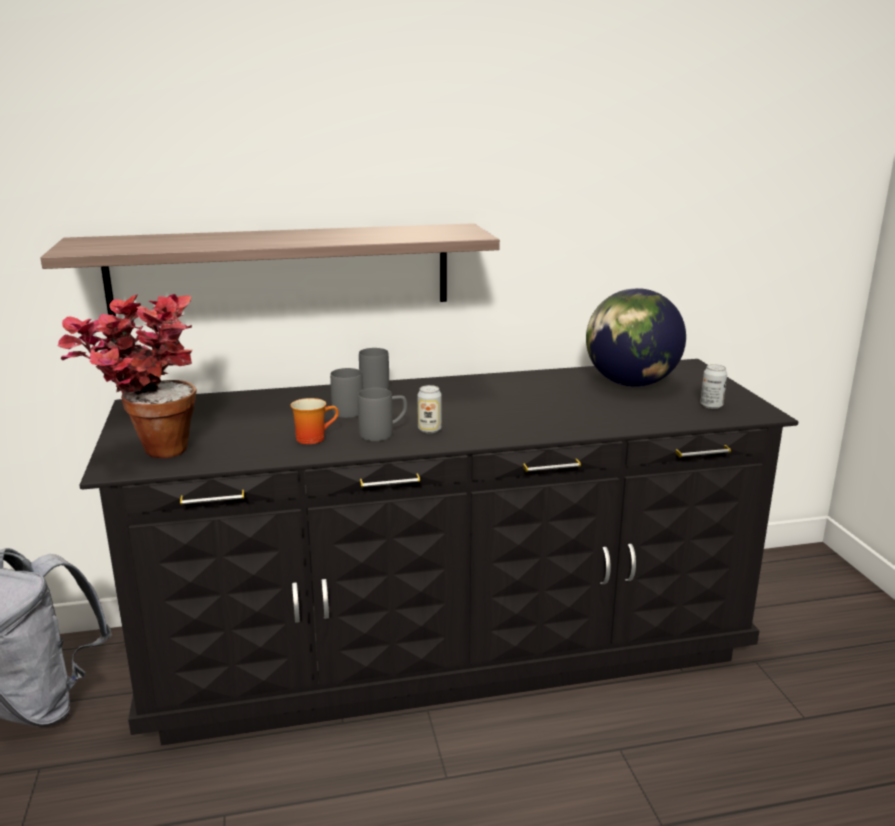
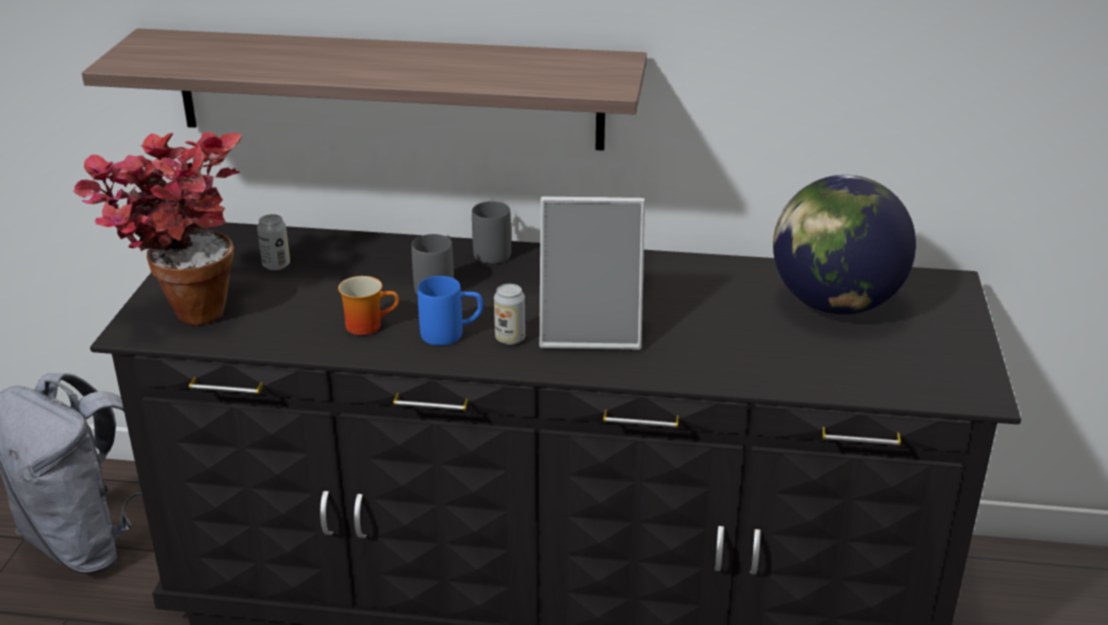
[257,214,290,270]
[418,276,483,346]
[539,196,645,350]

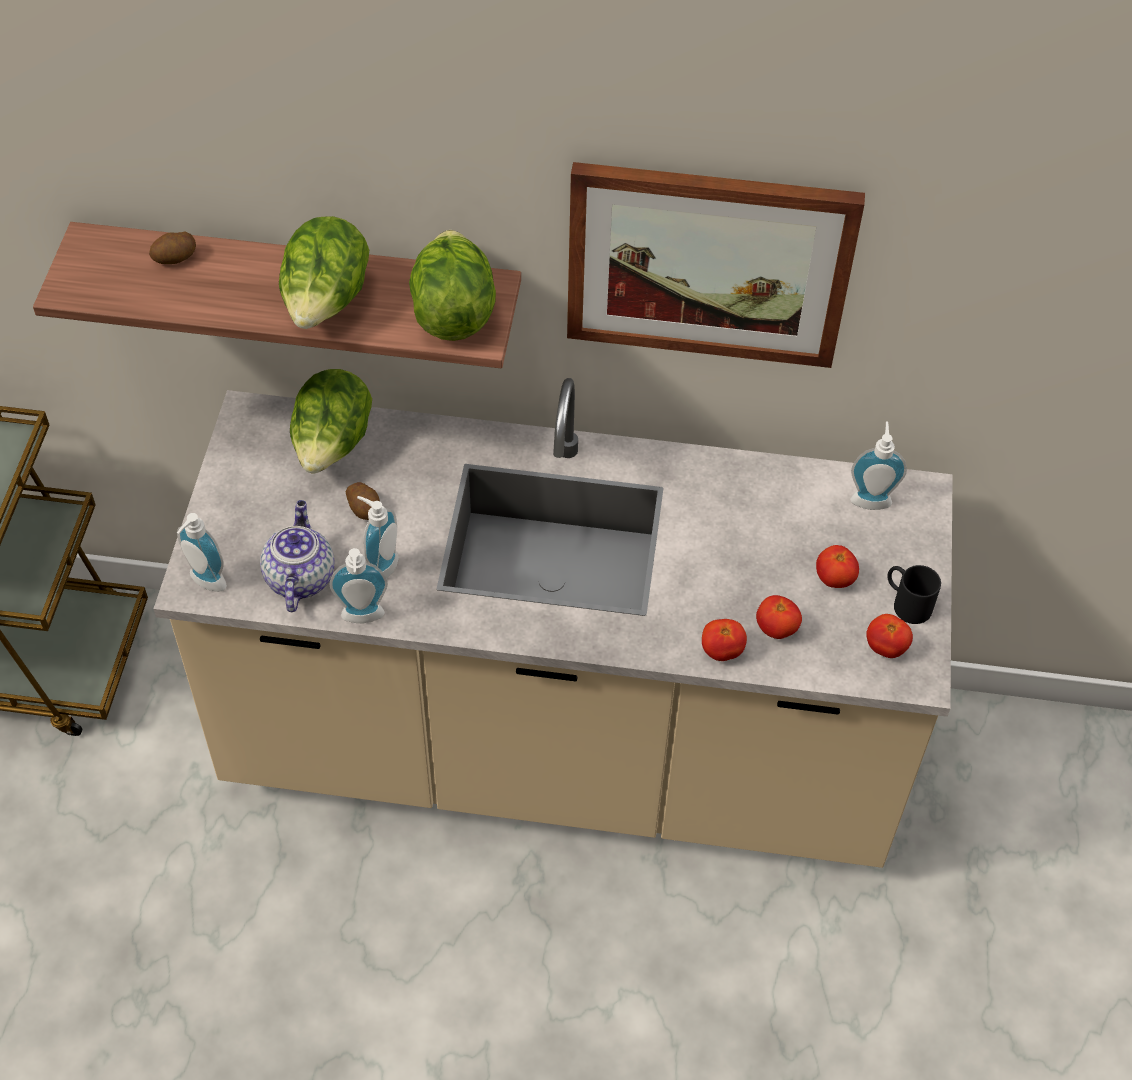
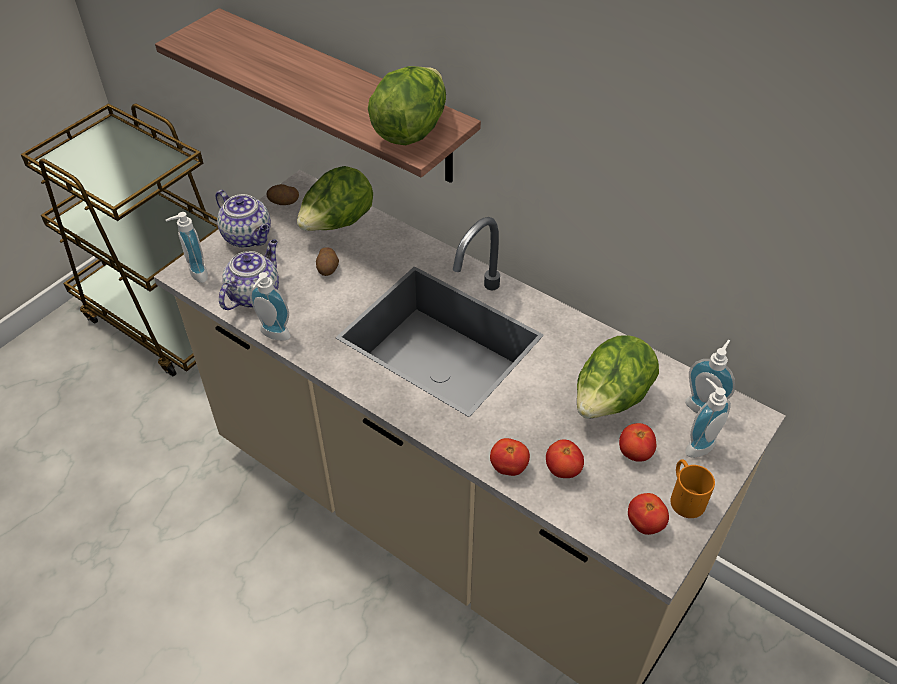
[216,190,271,248]
[267,184,299,205]
[577,335,659,419]
[670,459,715,518]
[685,378,731,458]
[567,162,865,368] (first image)

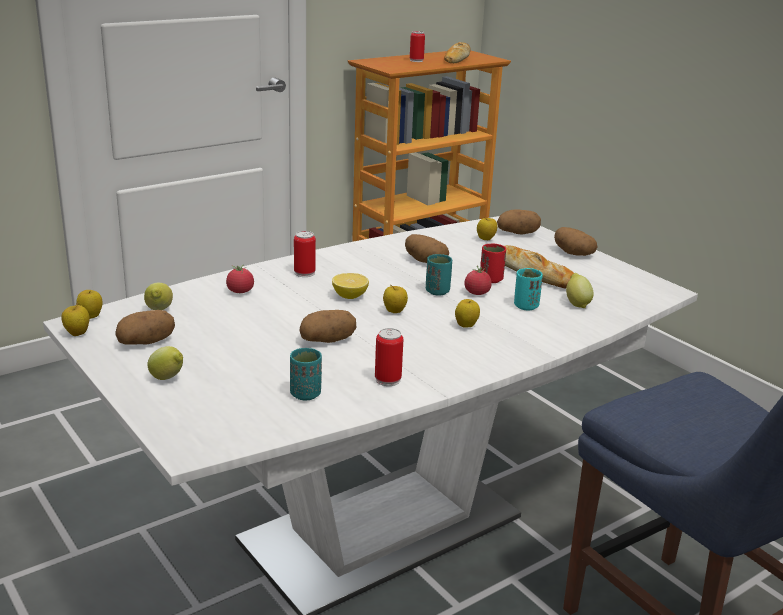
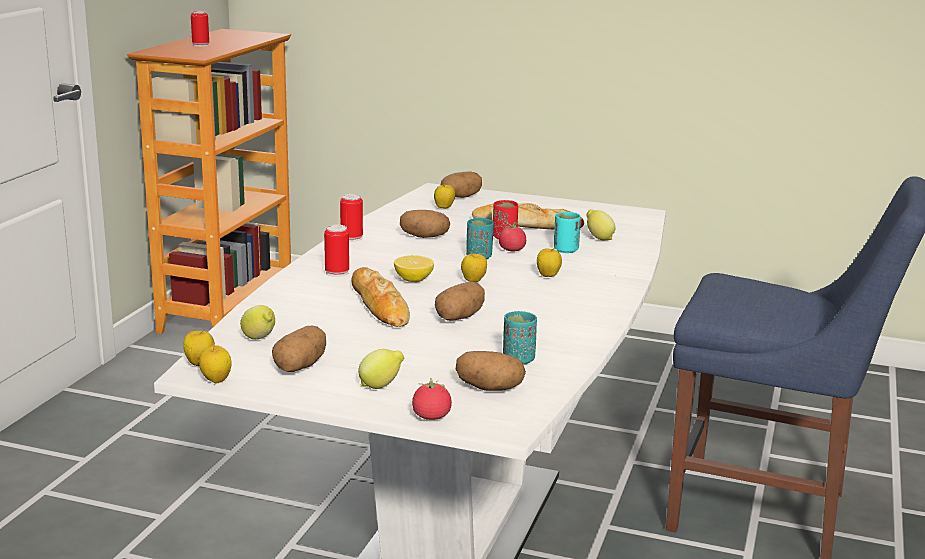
[340,194,363,242]
[351,267,410,327]
[412,378,452,420]
[455,351,526,391]

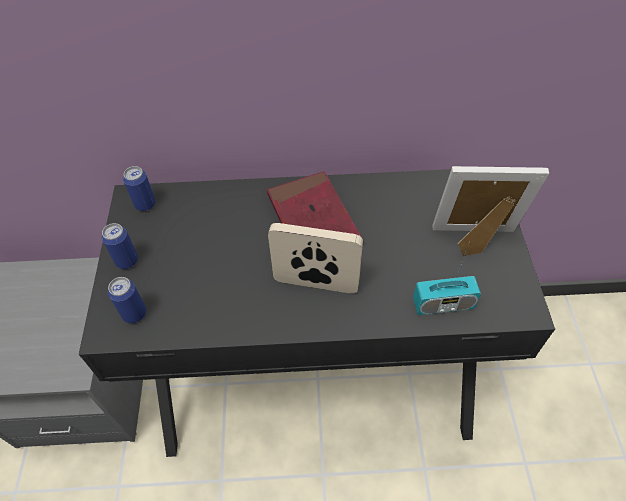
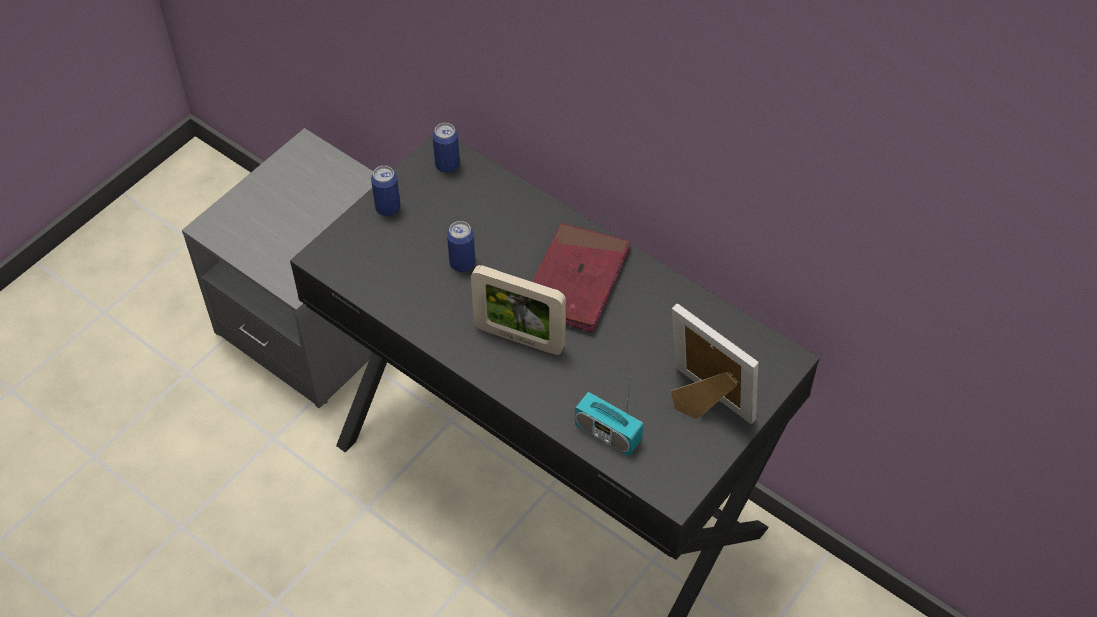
[447,221,475,272]
[471,265,566,355]

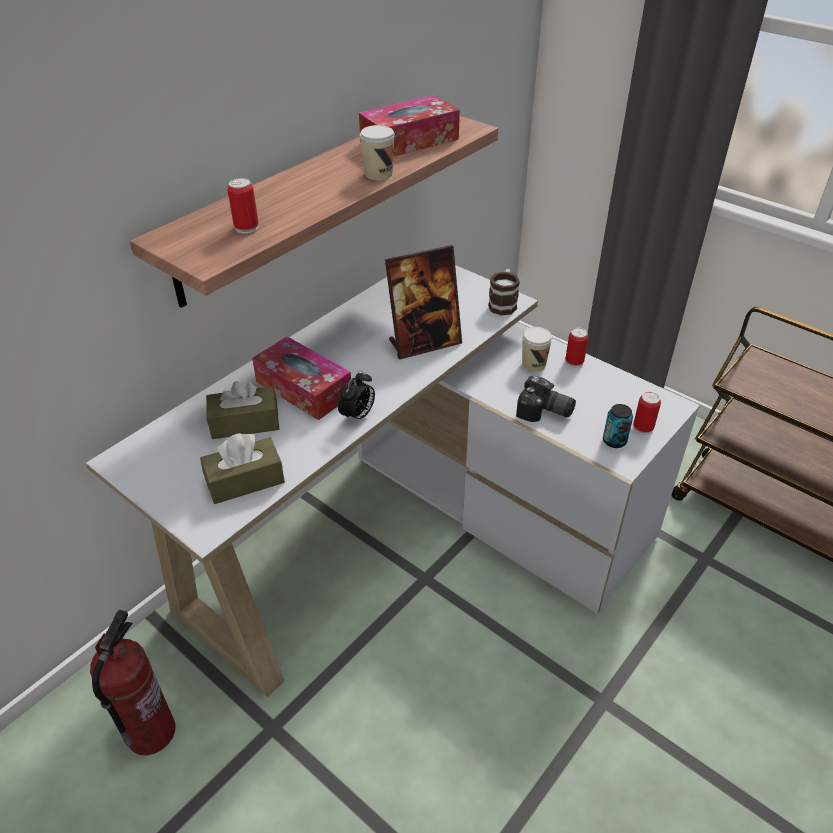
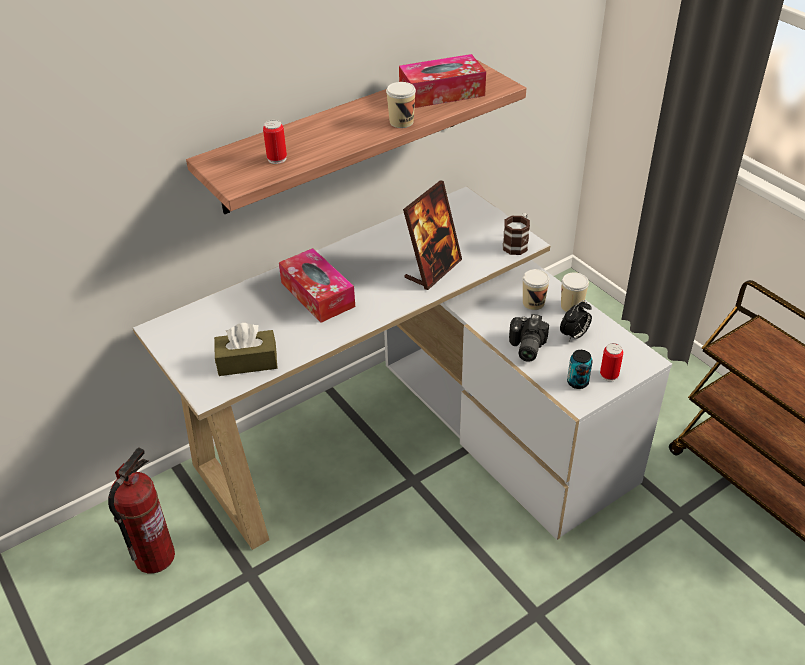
[403,181,462,290]
[509,314,549,362]
[560,300,592,341]
[561,272,589,312]
[206,381,279,439] (first image)

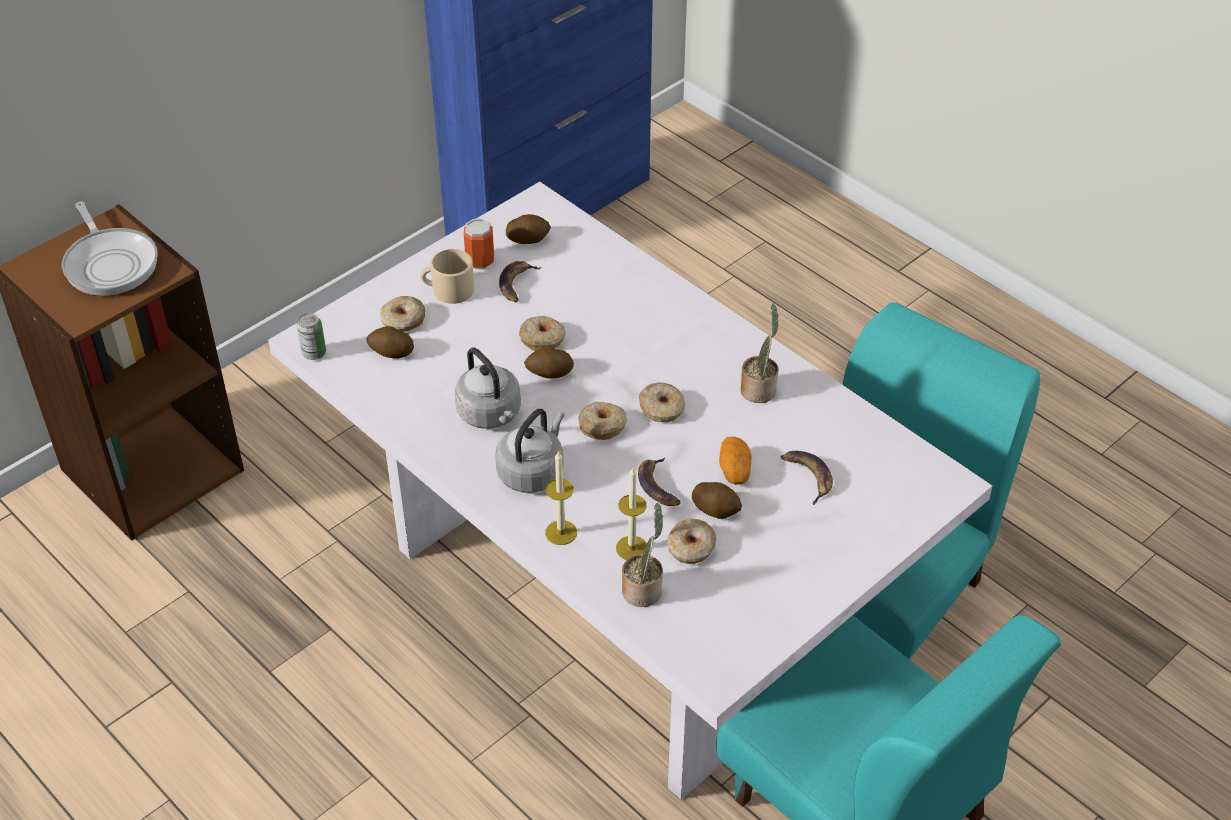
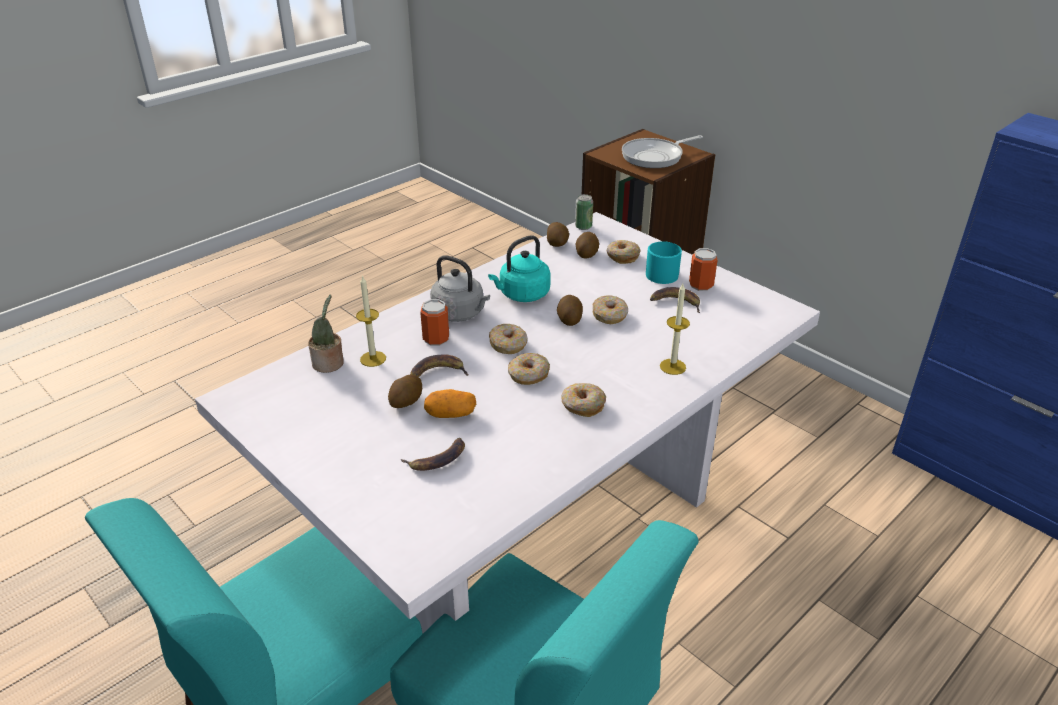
[420,299,449,346]
[488,235,551,302]
[547,222,569,247]
[562,383,606,417]
[646,241,682,284]
[660,284,690,375]
[741,303,779,403] (first image)

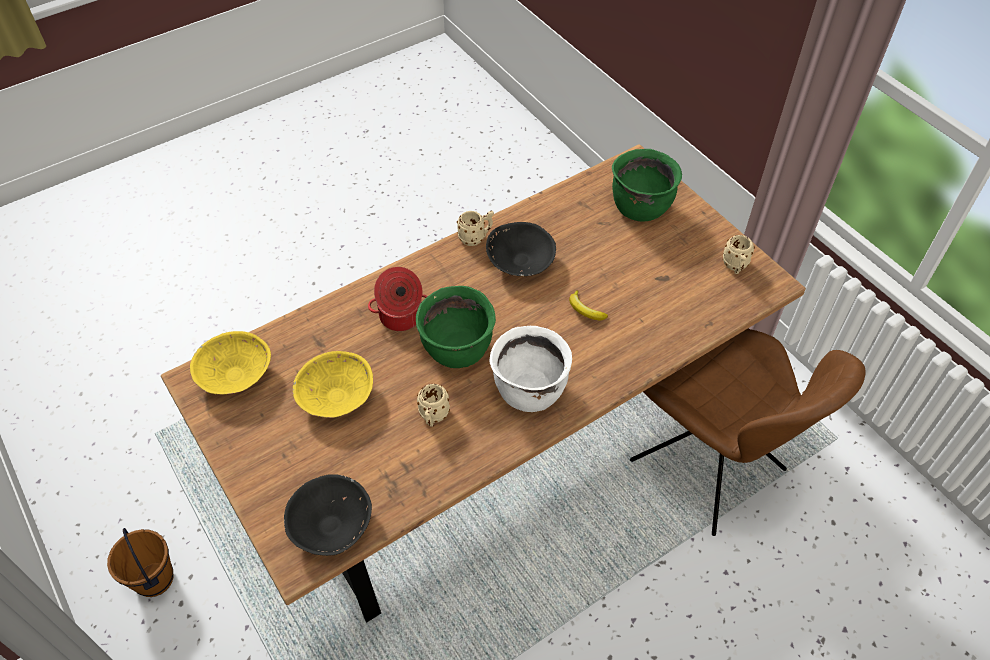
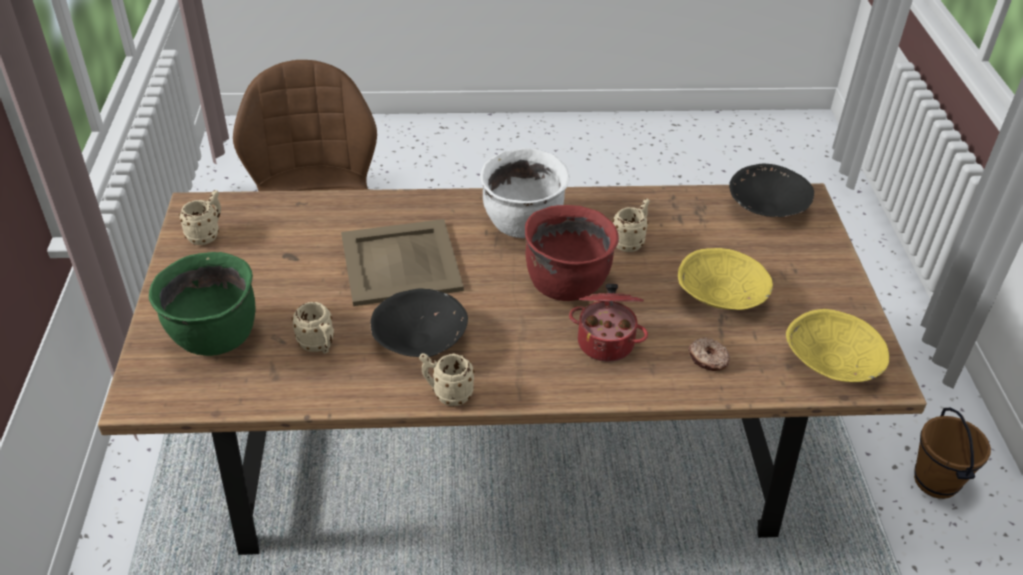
[292,302,334,354]
[341,219,464,306]
[525,205,619,301]
[688,337,730,371]

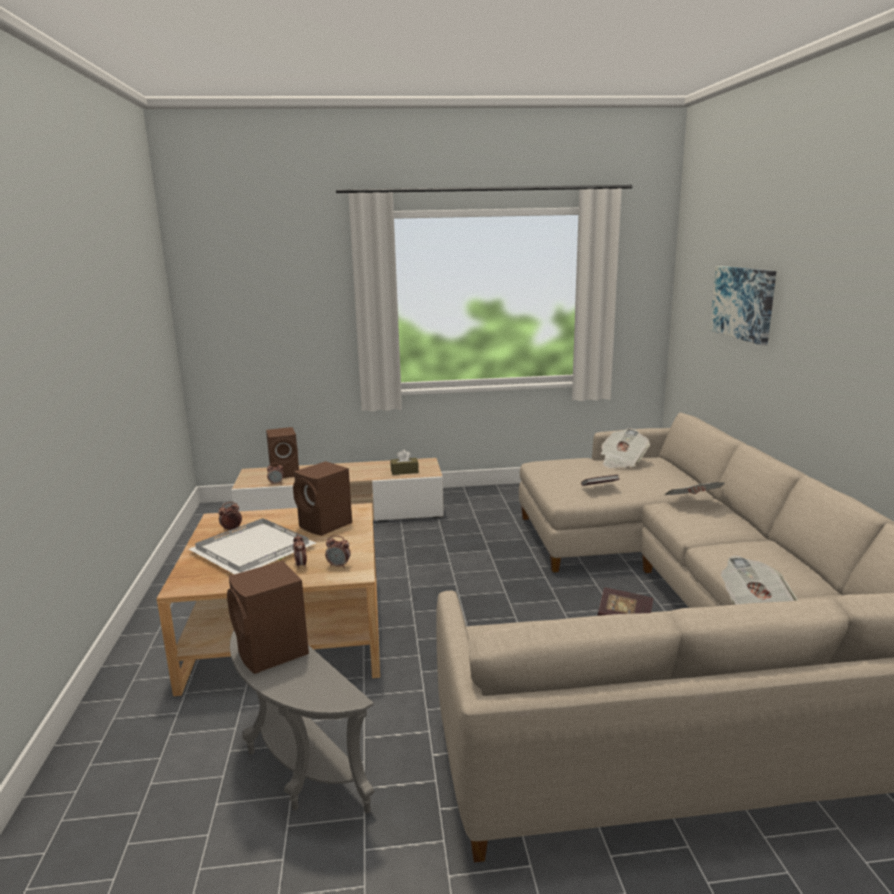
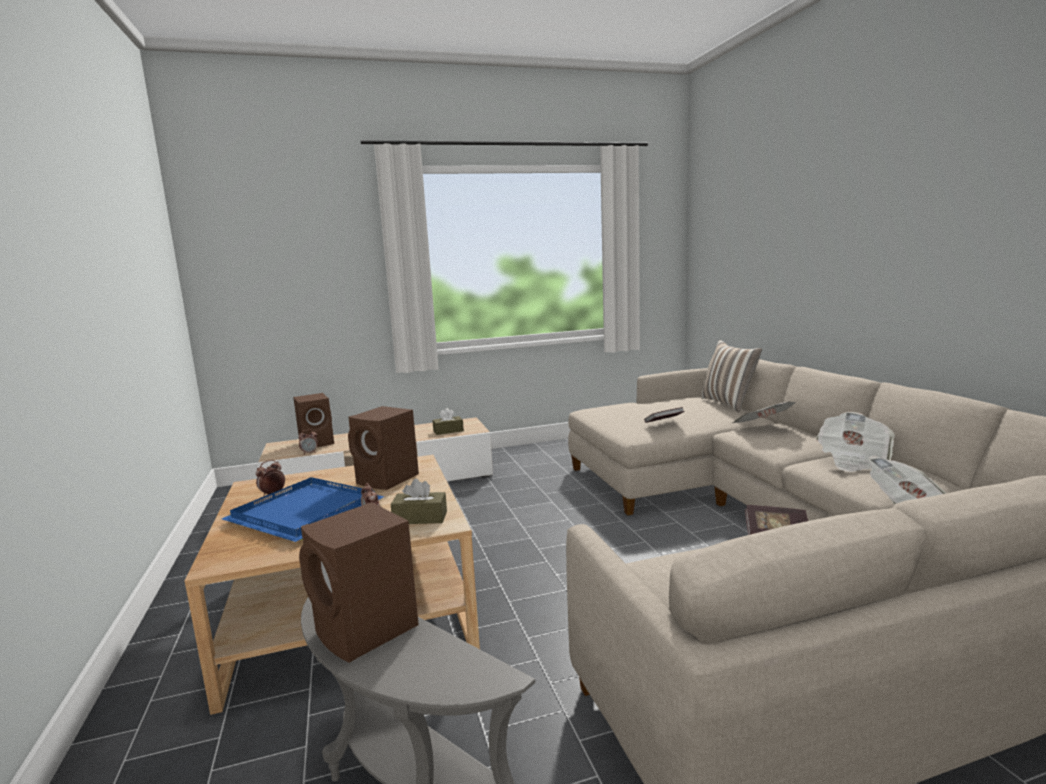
[222,477,384,542]
[391,479,447,524]
[701,340,762,412]
[816,412,895,472]
[710,266,776,345] (first image)

